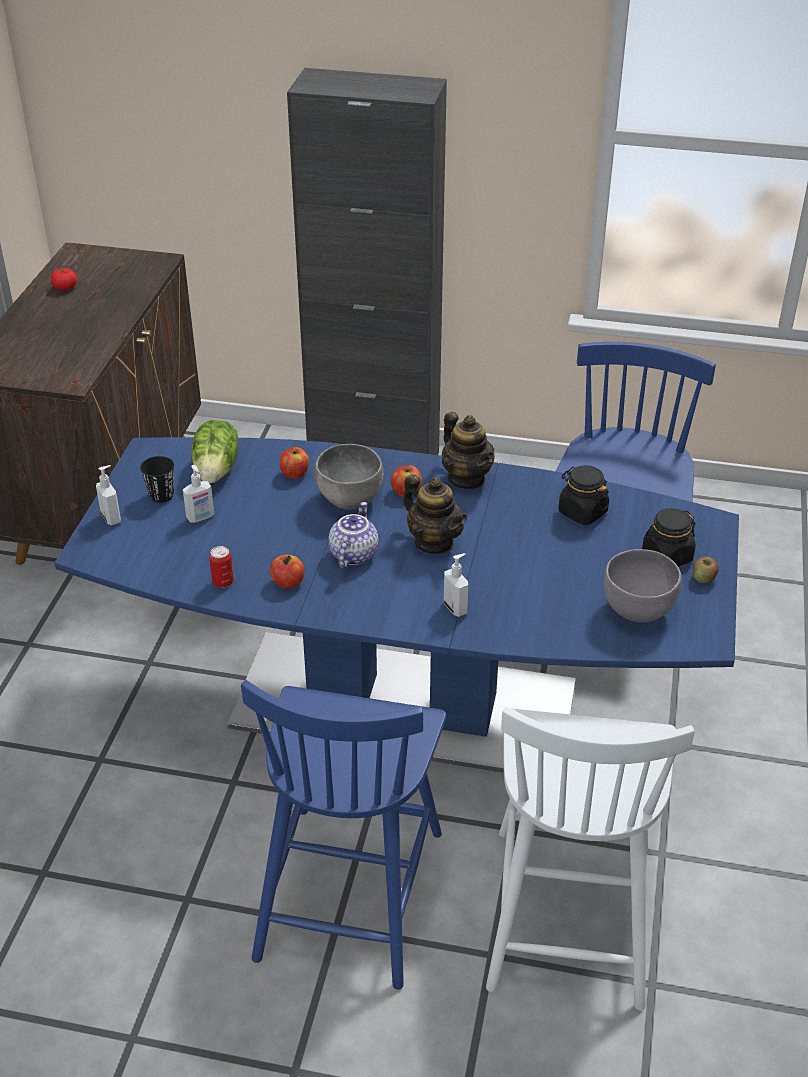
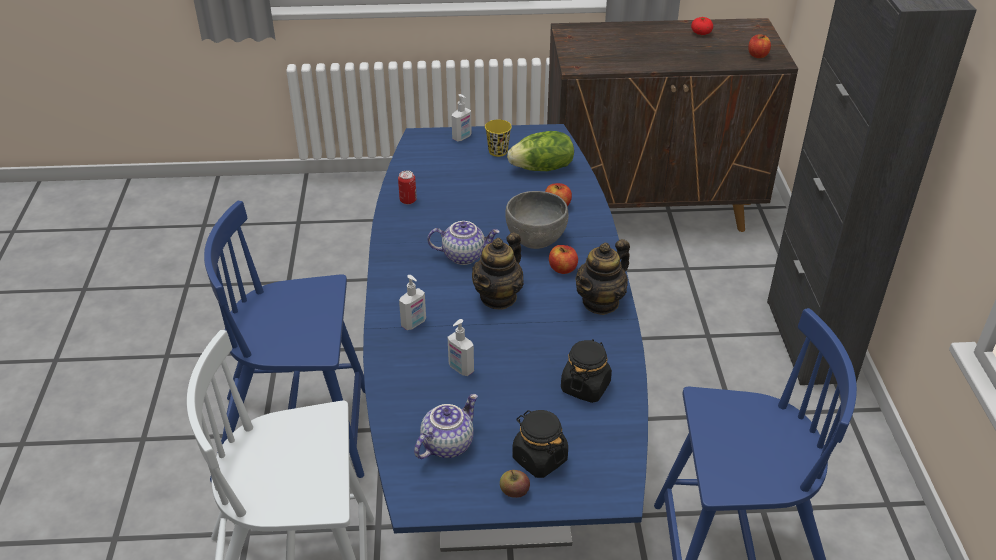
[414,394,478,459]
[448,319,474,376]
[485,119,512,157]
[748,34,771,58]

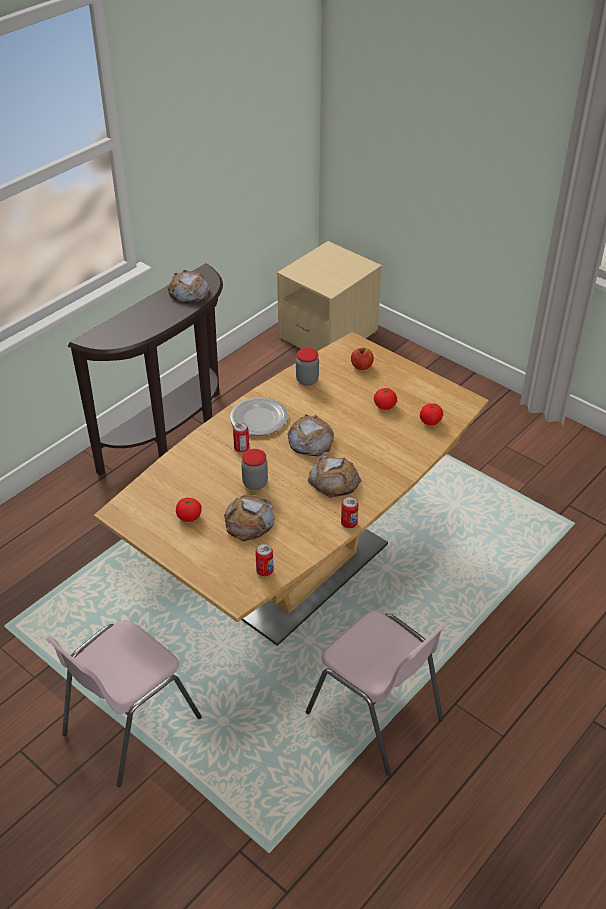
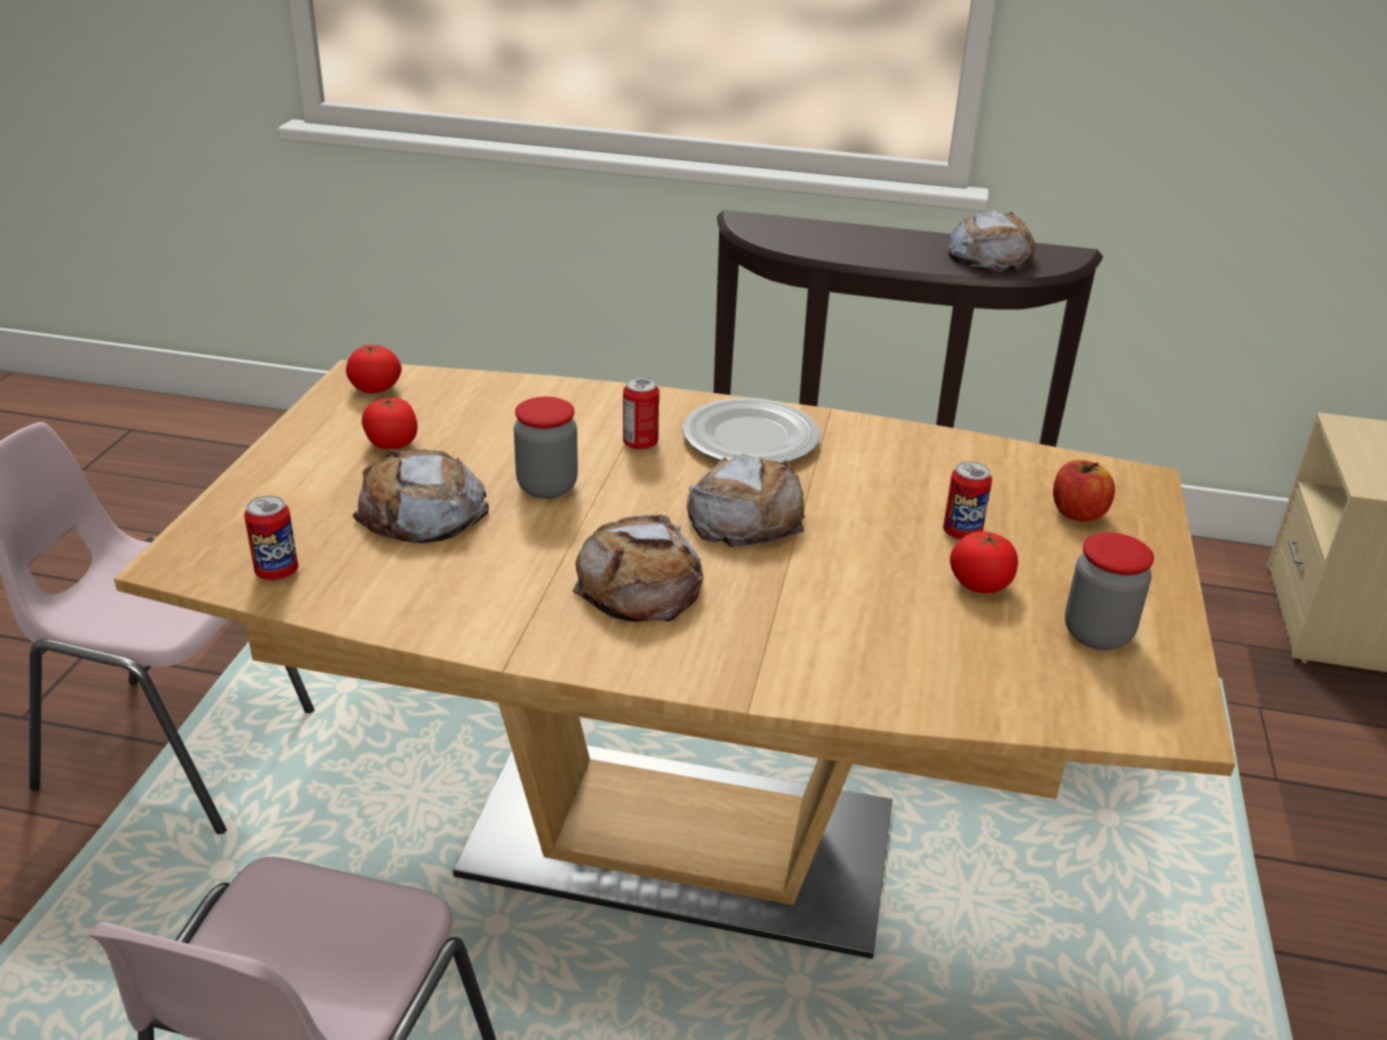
[346,345,402,394]
[943,461,992,540]
[1065,533,1154,650]

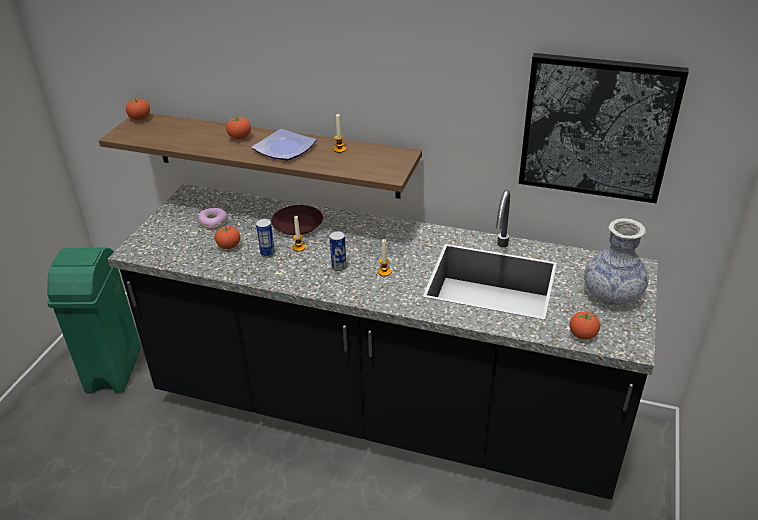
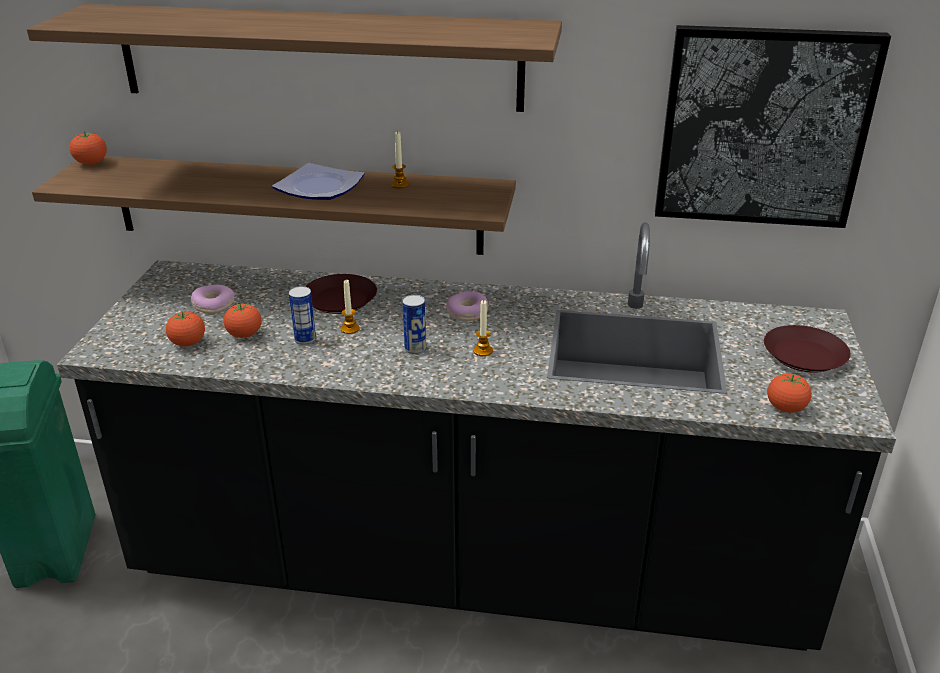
[27,4,562,112]
[166,311,205,347]
[446,292,488,321]
[764,325,851,373]

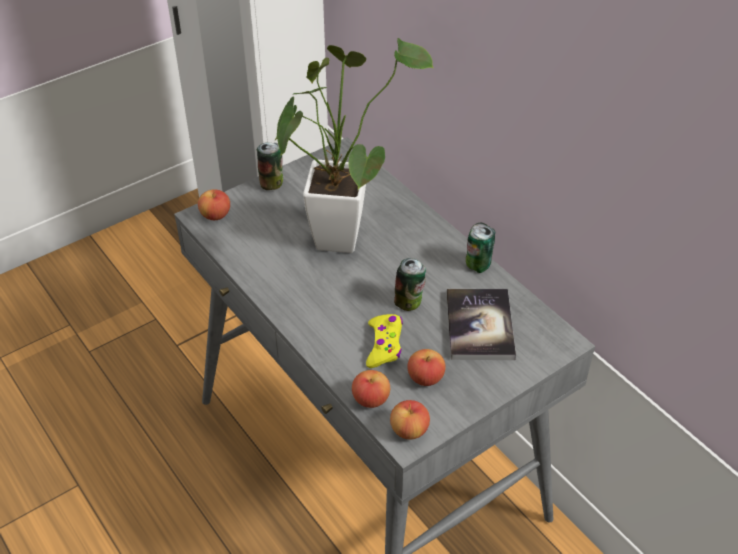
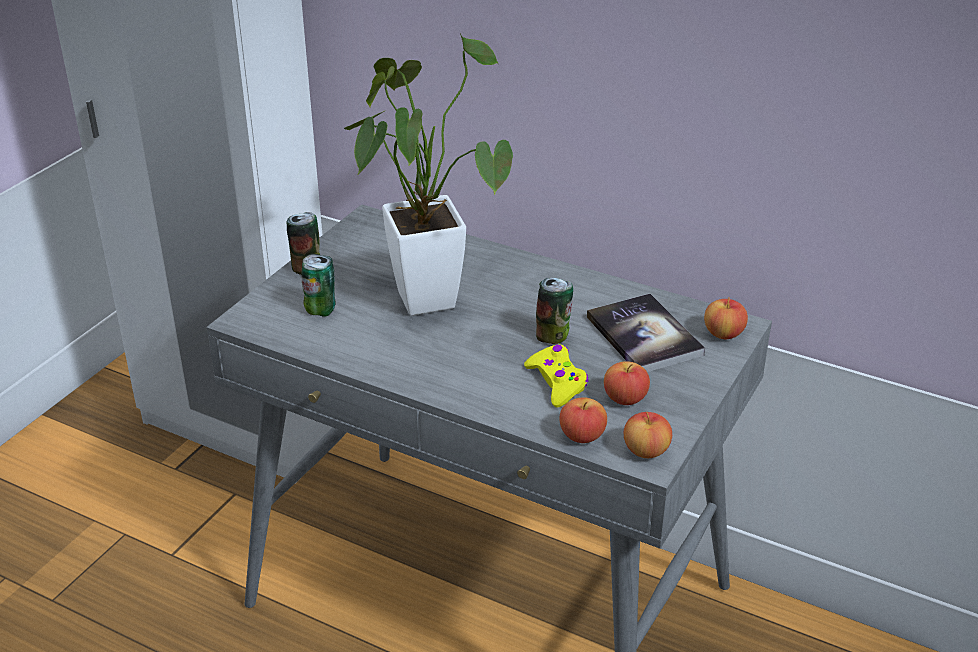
[301,253,336,317]
[704,297,748,339]

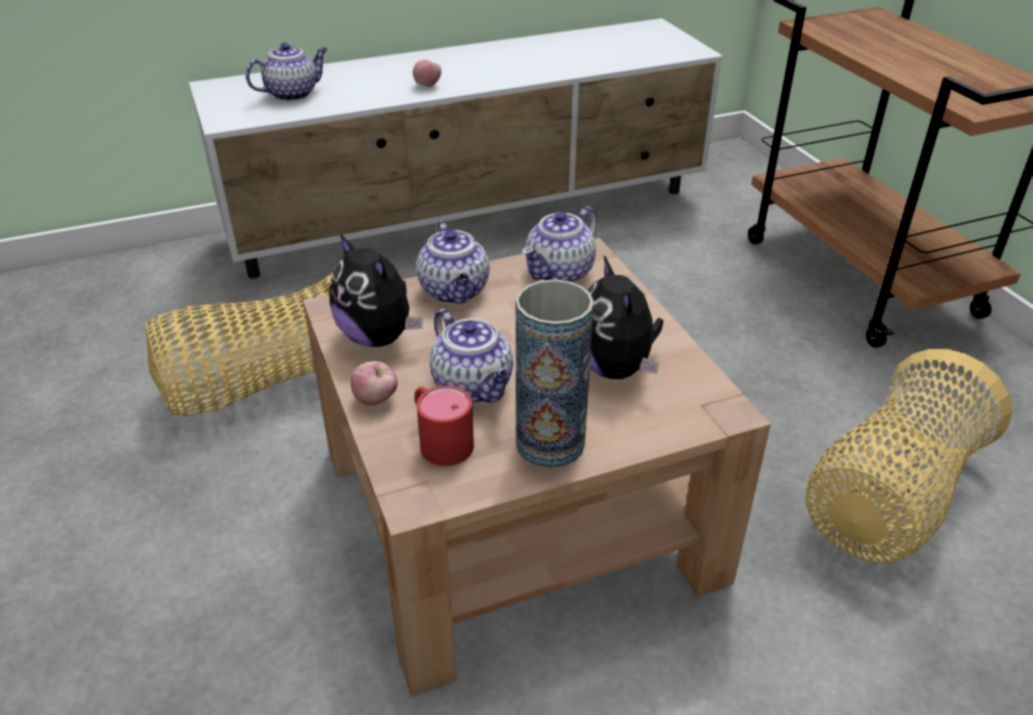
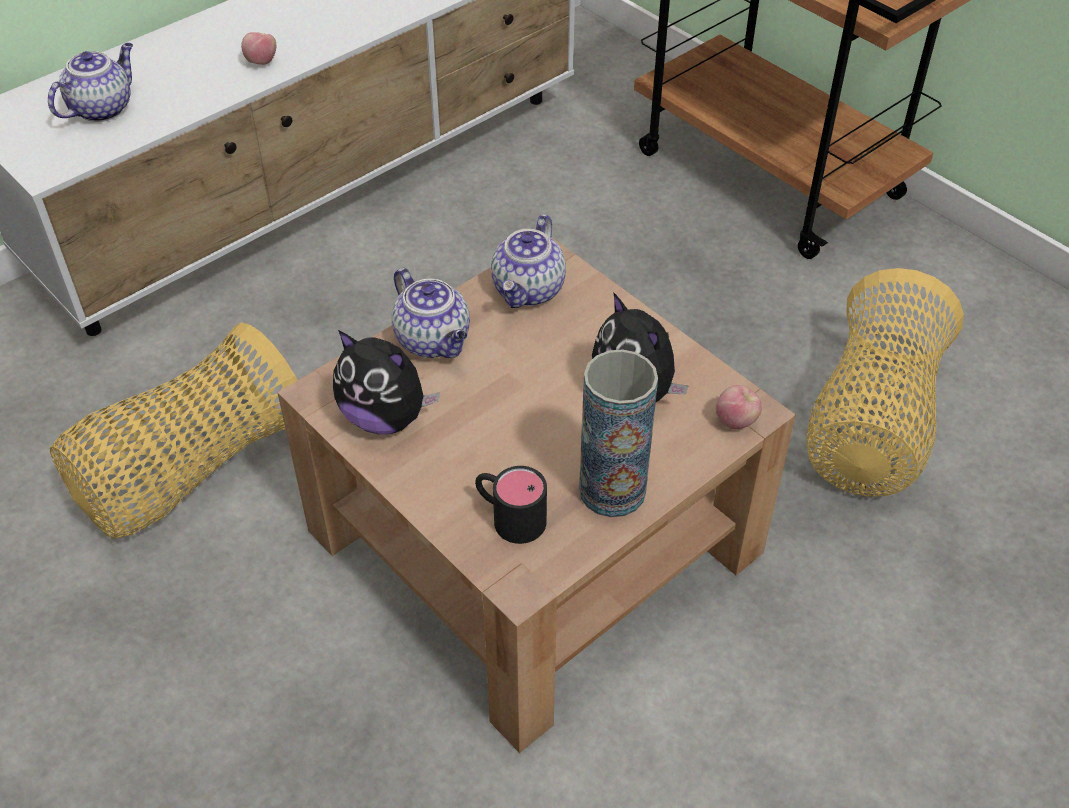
[475,466,547,544]
[716,385,762,429]
[430,308,513,403] (first image)

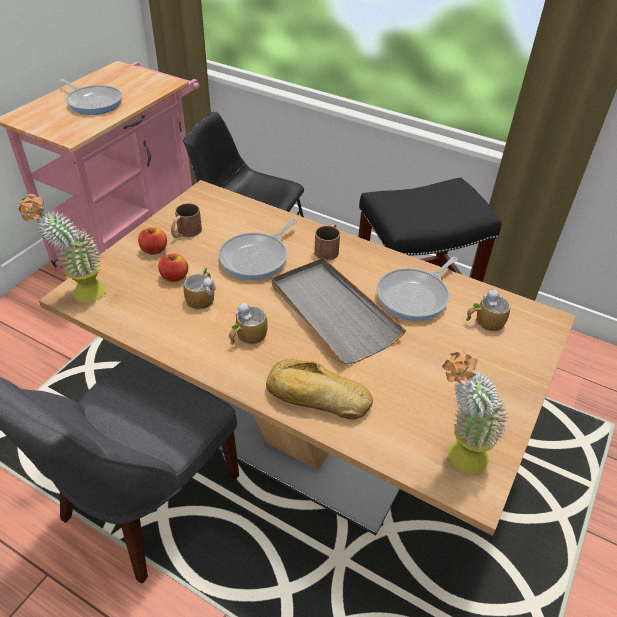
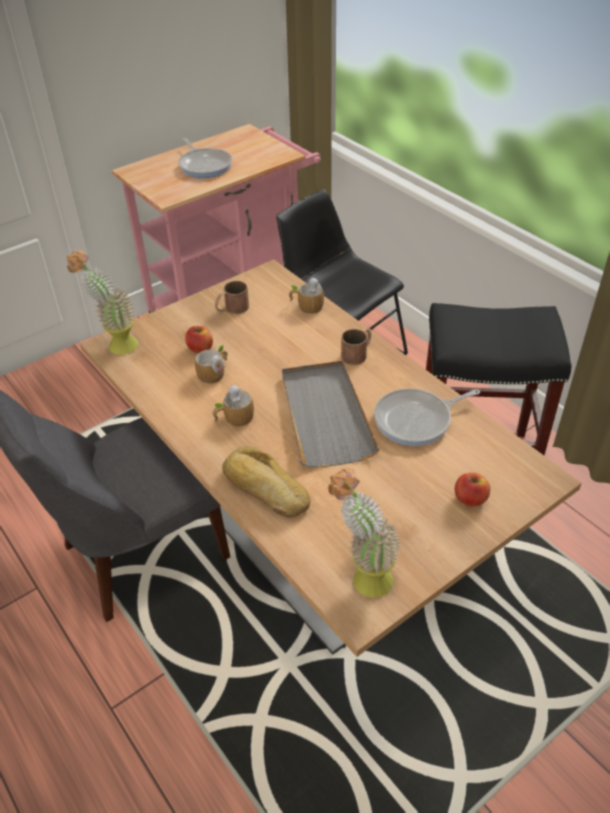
[289,277,324,314]
[455,473,490,506]
[219,219,297,280] (first image)

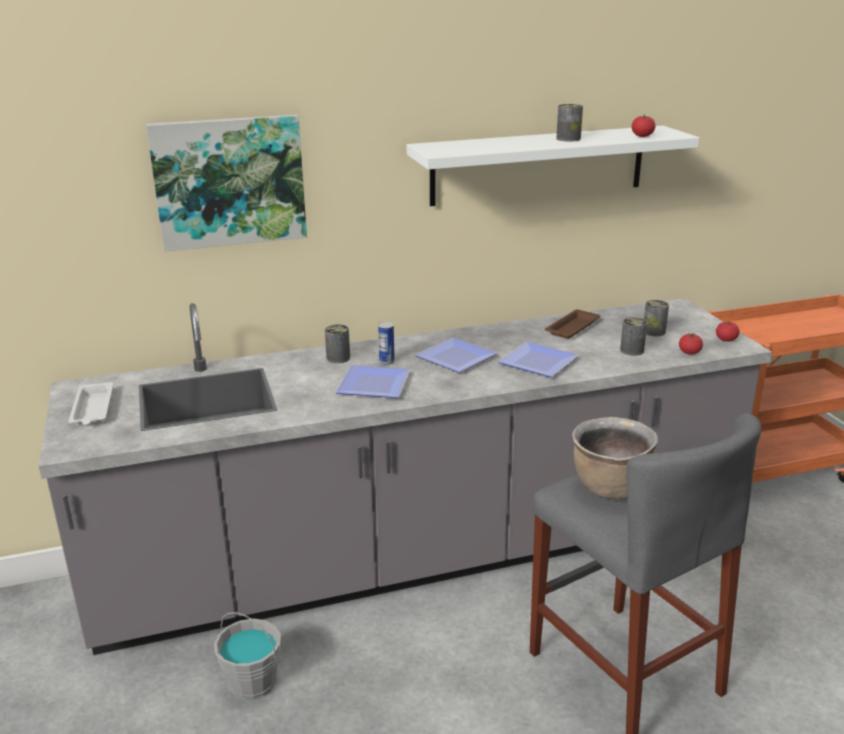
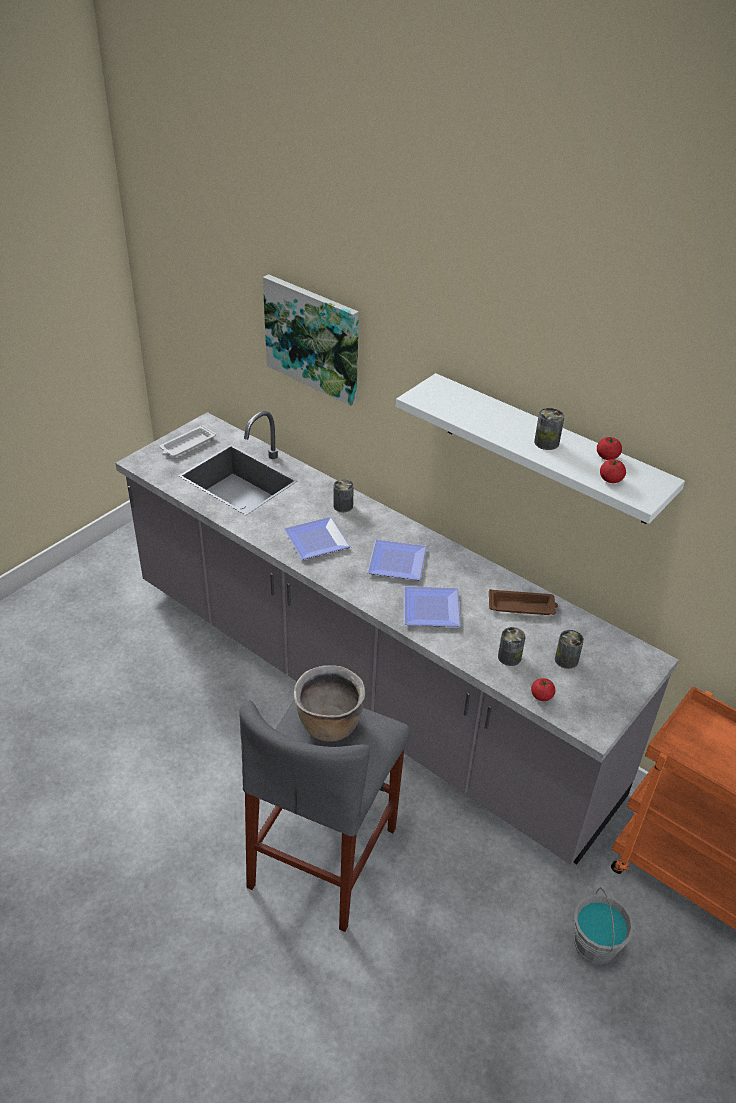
[574,887,634,965]
[597,437,622,460]
[378,322,395,364] (first image)

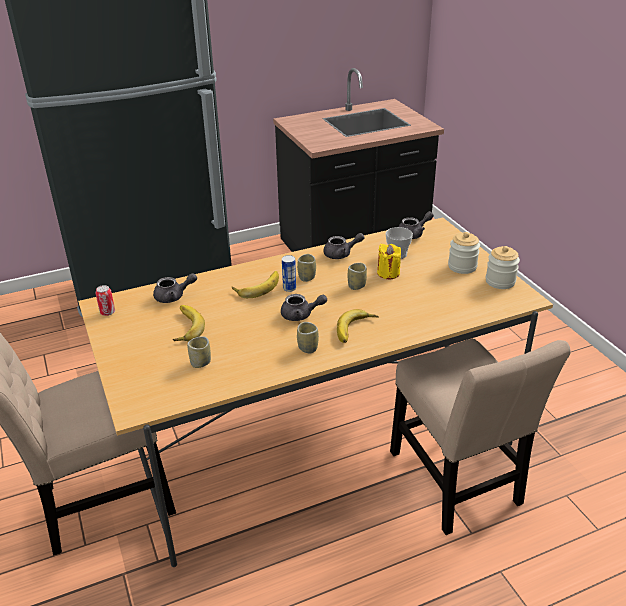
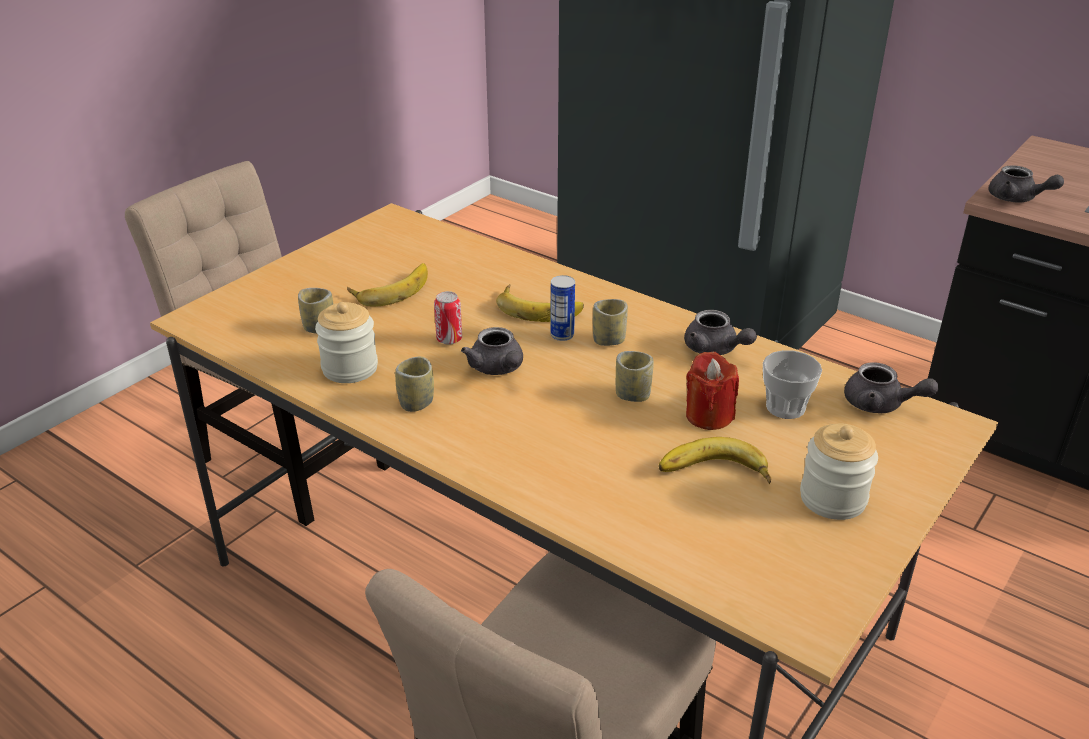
[315,302,378,383]
[434,291,462,345]
[659,437,771,484]
[686,352,739,430]
[989,165,1064,203]

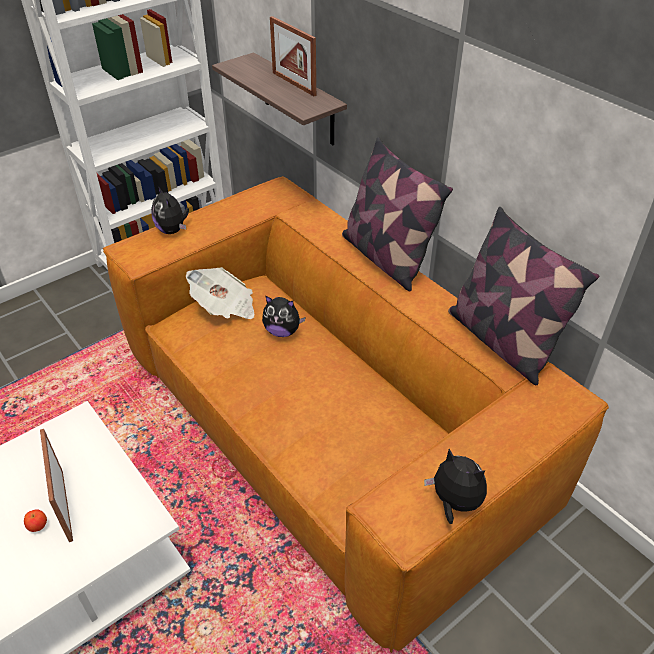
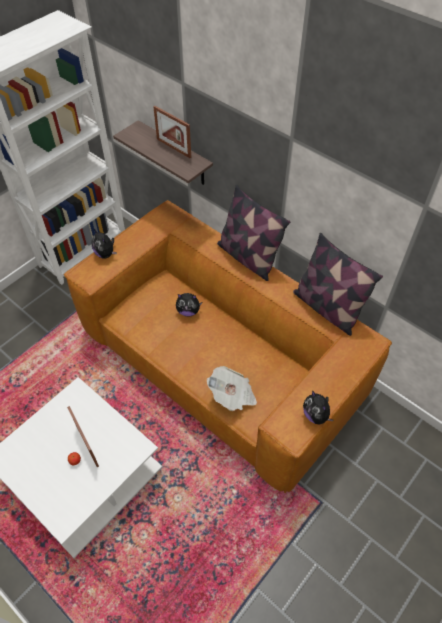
[207,366,257,411]
[303,390,334,424]

